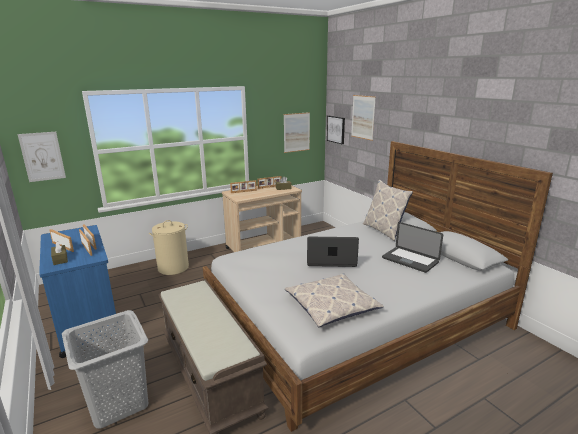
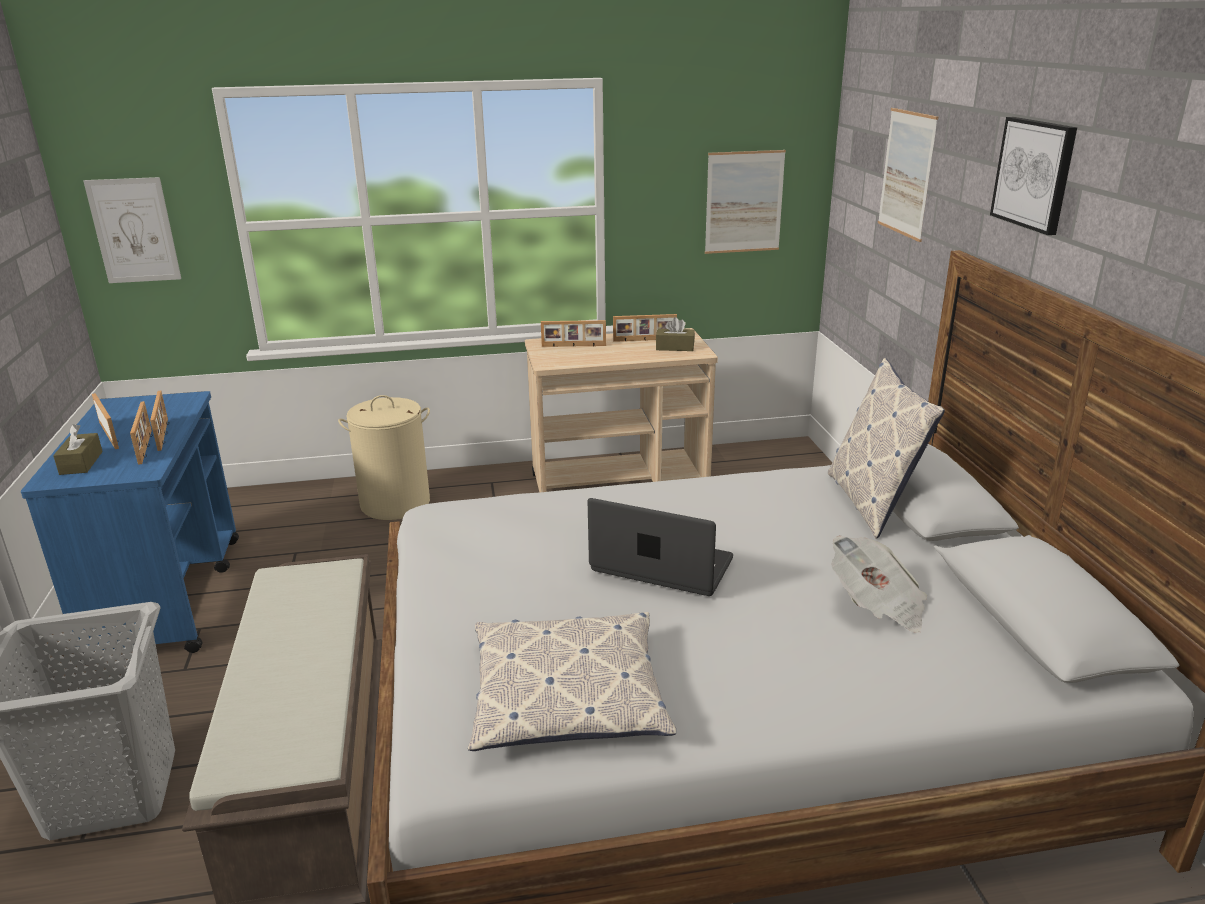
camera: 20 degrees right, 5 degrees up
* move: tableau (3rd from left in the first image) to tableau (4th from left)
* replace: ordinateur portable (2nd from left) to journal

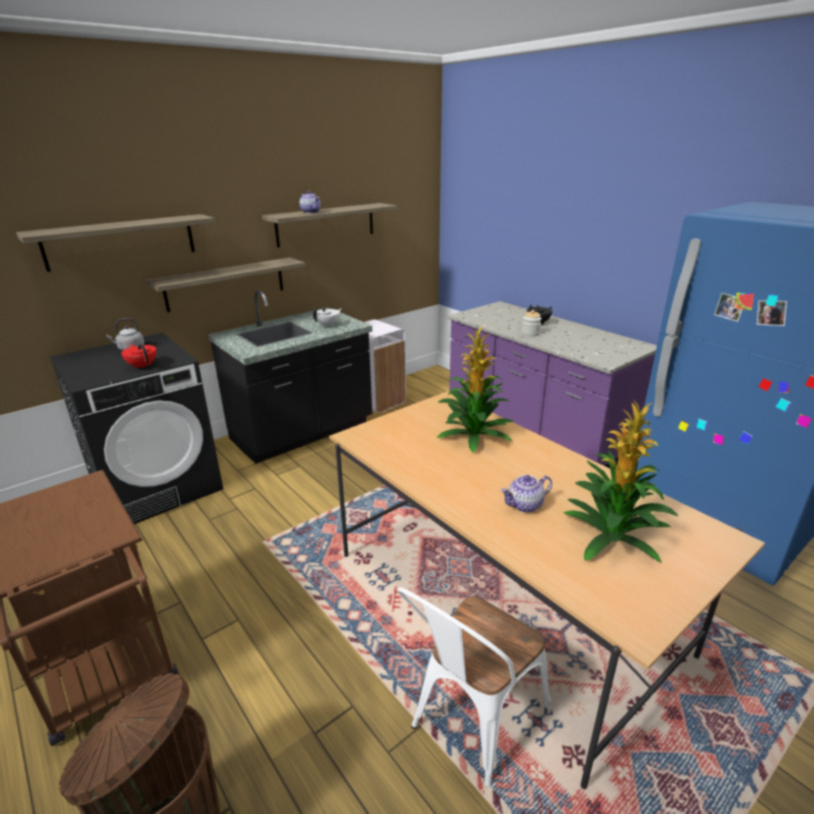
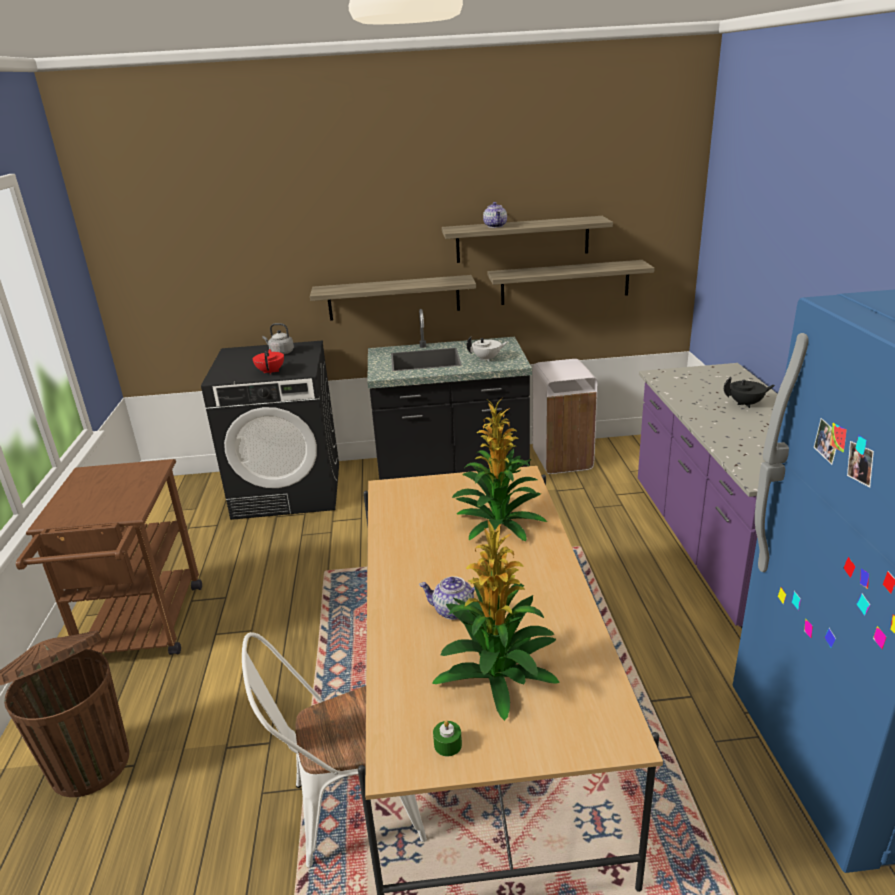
camera: 35 degrees right, 0 degrees up
* move: étagère (1st from left in the first image) to étagère (3rd from left)
* delete: bocal
* insert: bougie/vert

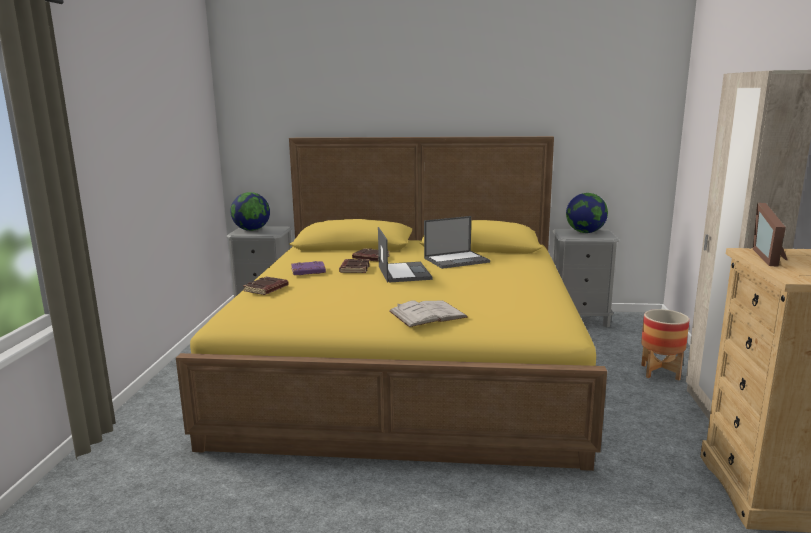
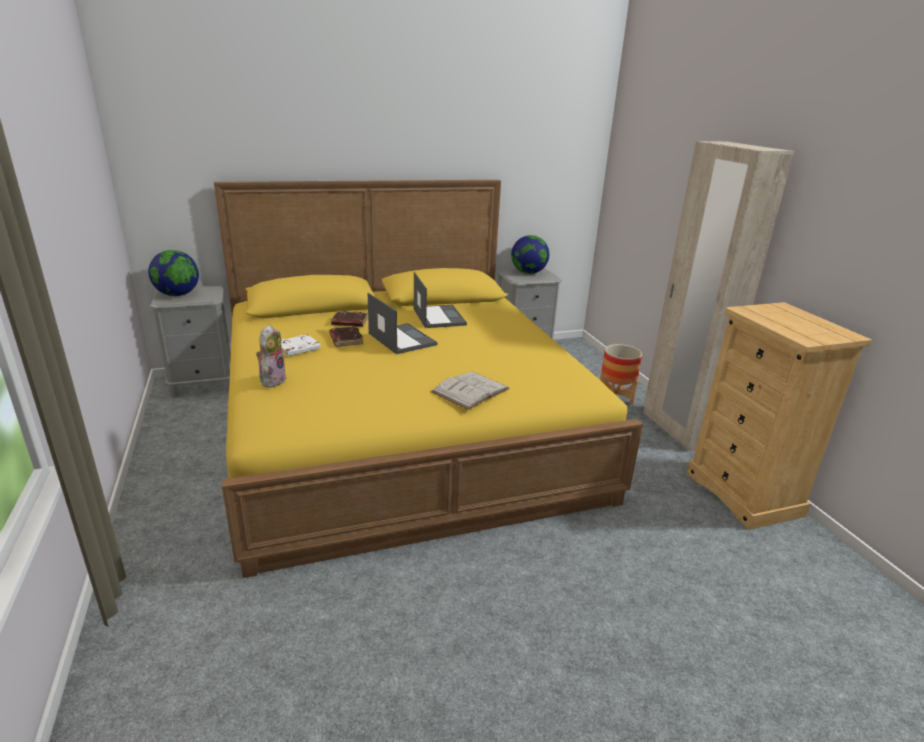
camera: 25 degrees left, 10 degrees up
* replace: livre/marron (1st from left) to peluche
* recolor: livre/violet to livre/blanc (1st from left)
* rotate: ordinateur portable (2nd from left) 60 degrees counterclockwise
* delete: cadre photo

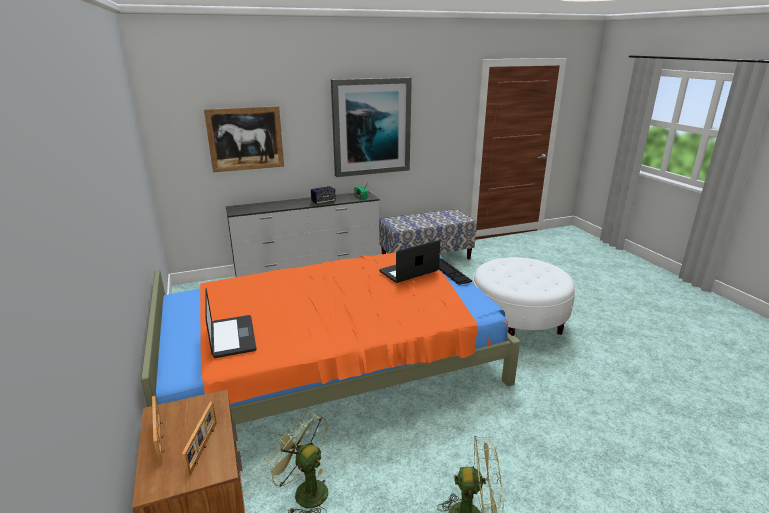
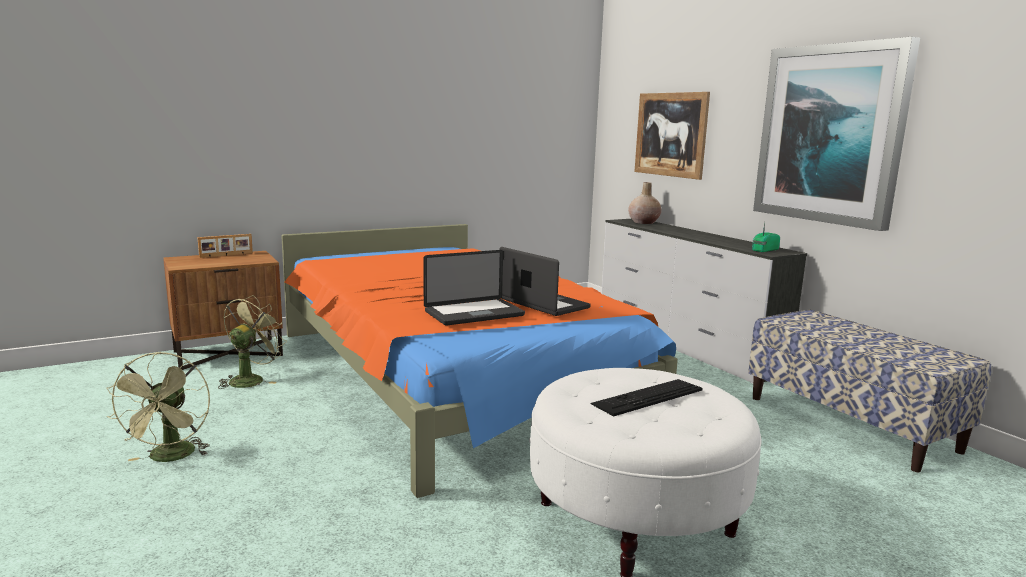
camera: 80 degrees right, 10 degrees down
* delete: cadre photo (2nd from left)
* move: ordinateur portable (1st from left)
* delete: enceinte
* move: clavier
* insert: vase/beige

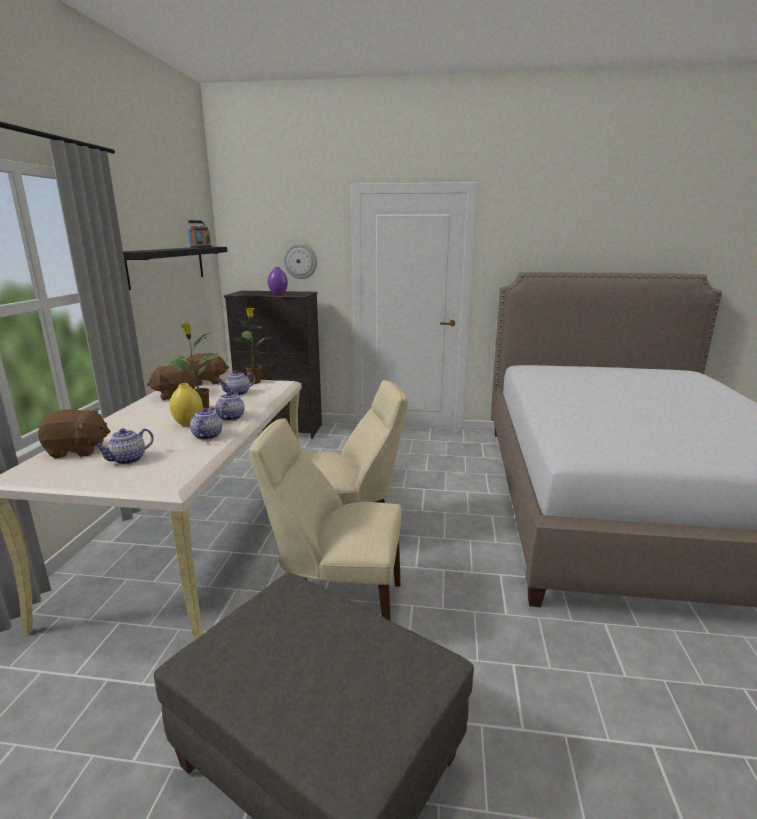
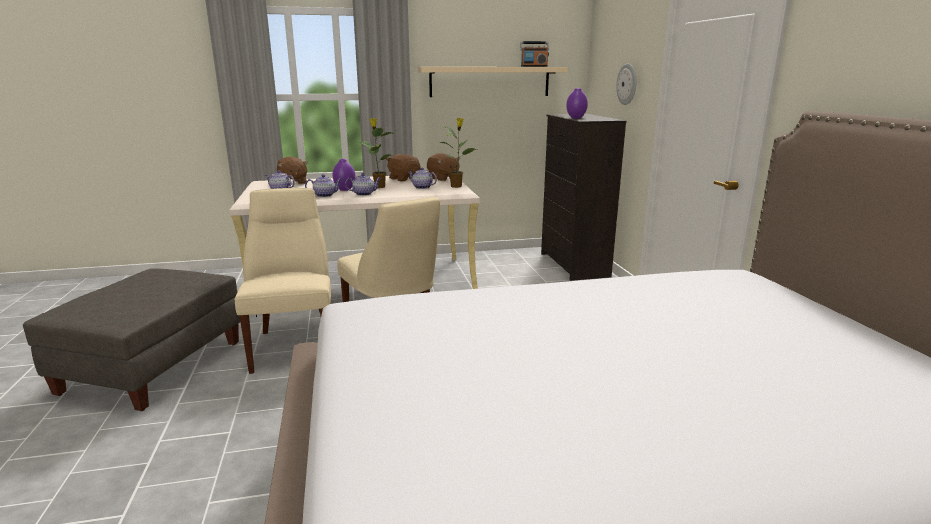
camera: 70 degrees right, 0 degrees up
* recolor: étagère/noir to étagère/beige
* recolor: vase/jaune to vase/violet (1st from left)

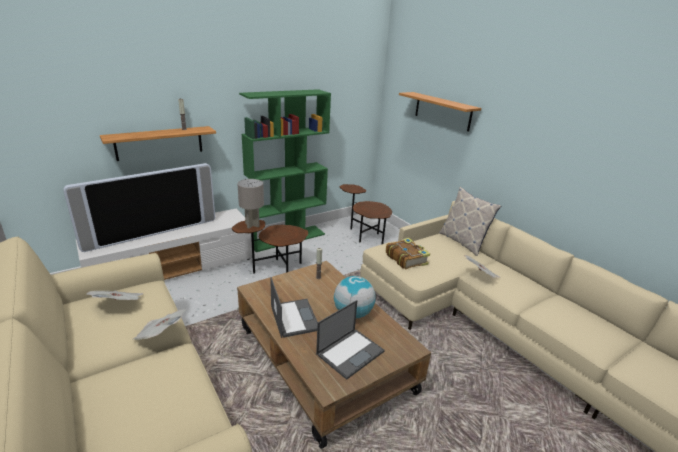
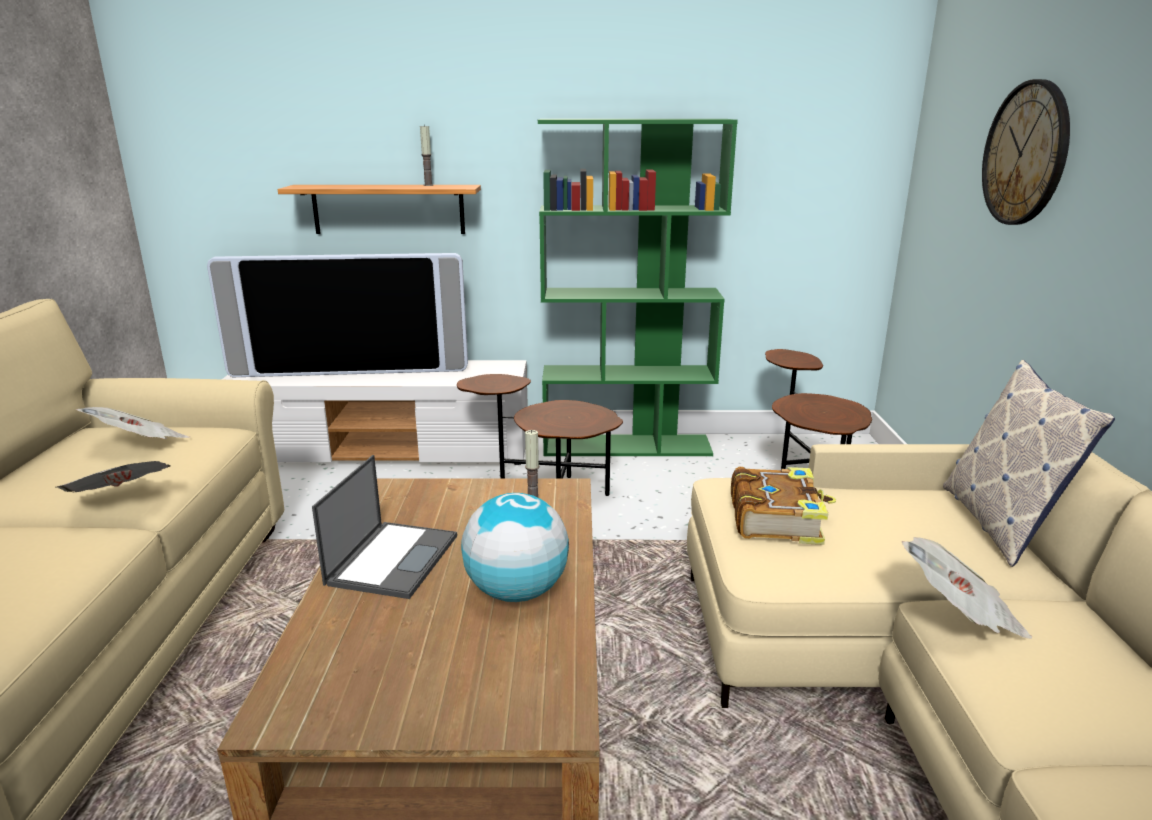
camera: 35 degrees right, 5 degrees down
* delete: lampe de table/gris
* delete: ordinateur portable (2nd from left)
* replace: étagère (2nd from left) to horloge murale

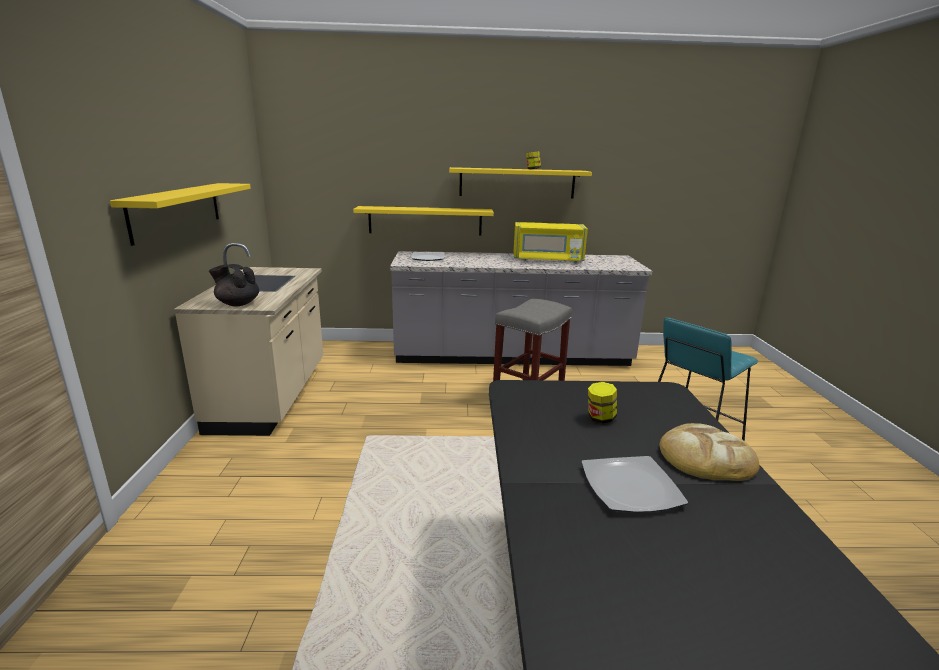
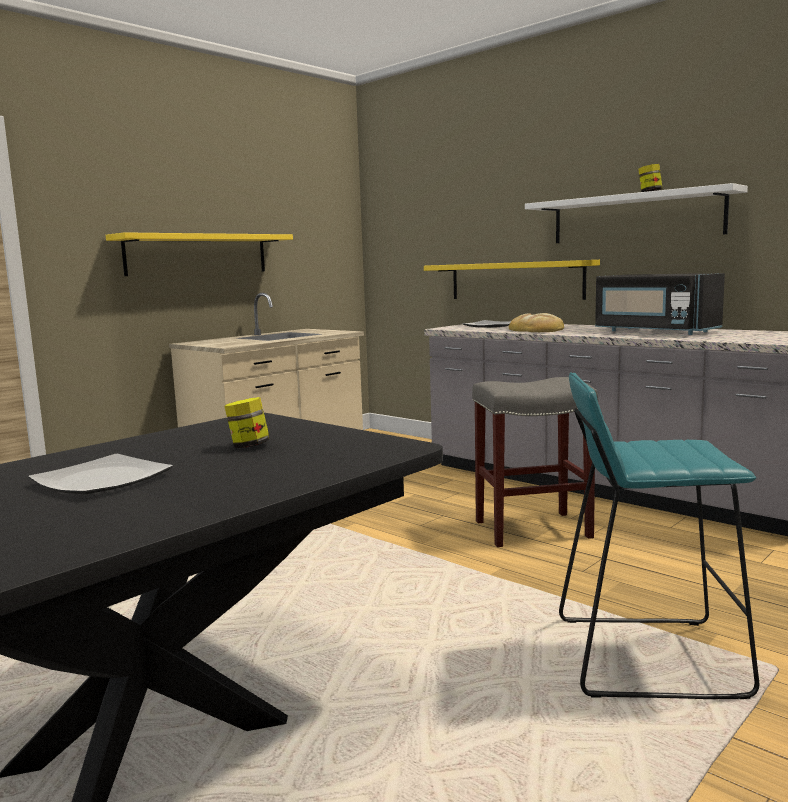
camera: 45 degrees right, 10 degrees down
* delete: théière/noir
* recolor: étagère/jaune (3rd from left) to étagère/blanc
* recolor: micro-ondes/jaune to micro-ondes/noir
* move: pain

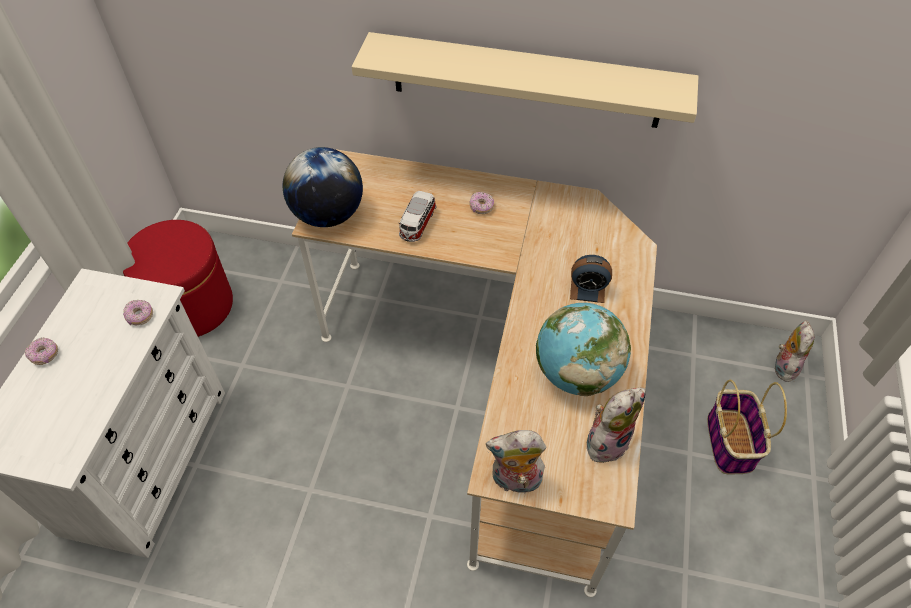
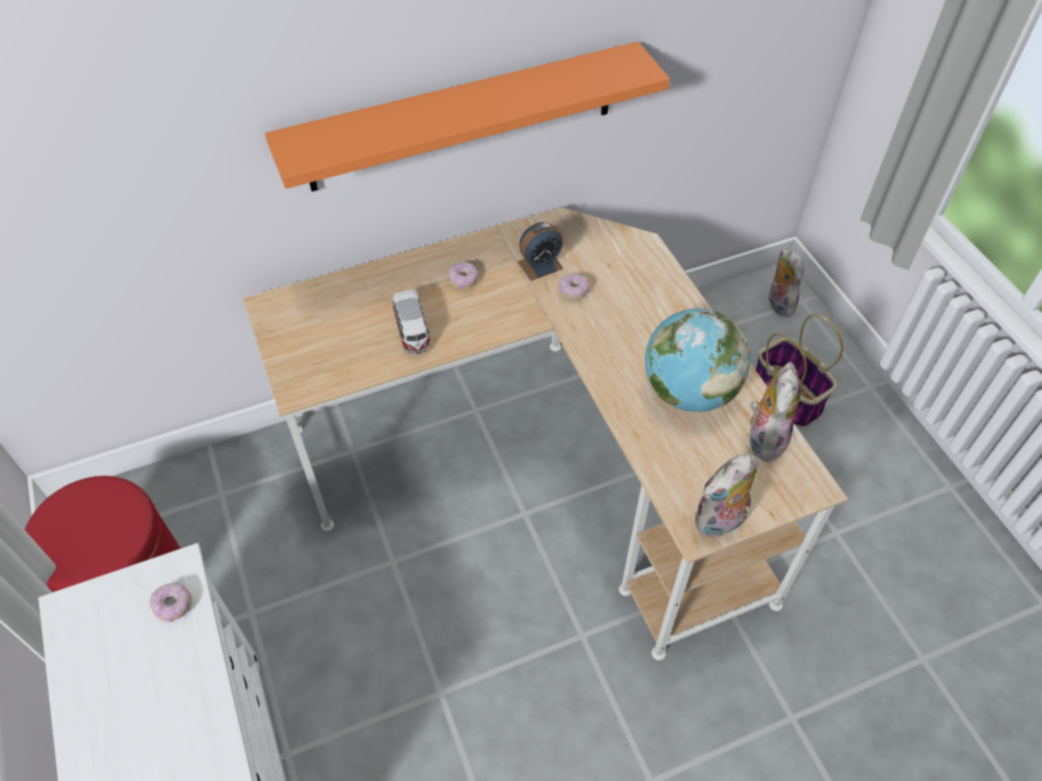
camera: 35 degrees left, 0 degrees up
* move: beignet (1st from left in the first image) to beignet (3rd from left)
* delete: globe (1st from left)
* recolor: étagère/beige to étagère/orange
* move: réveil

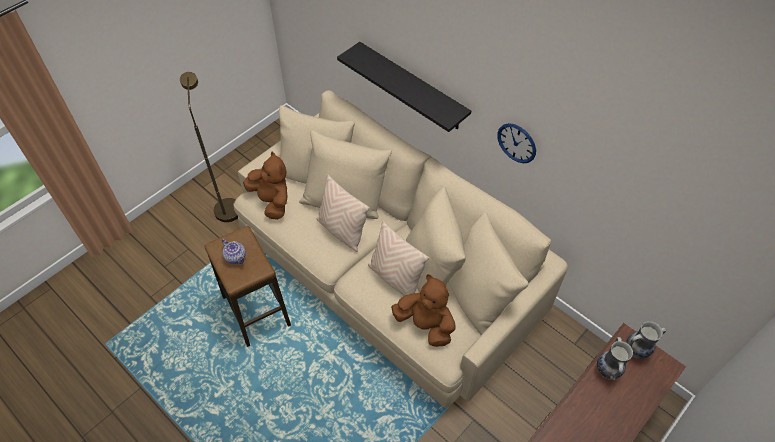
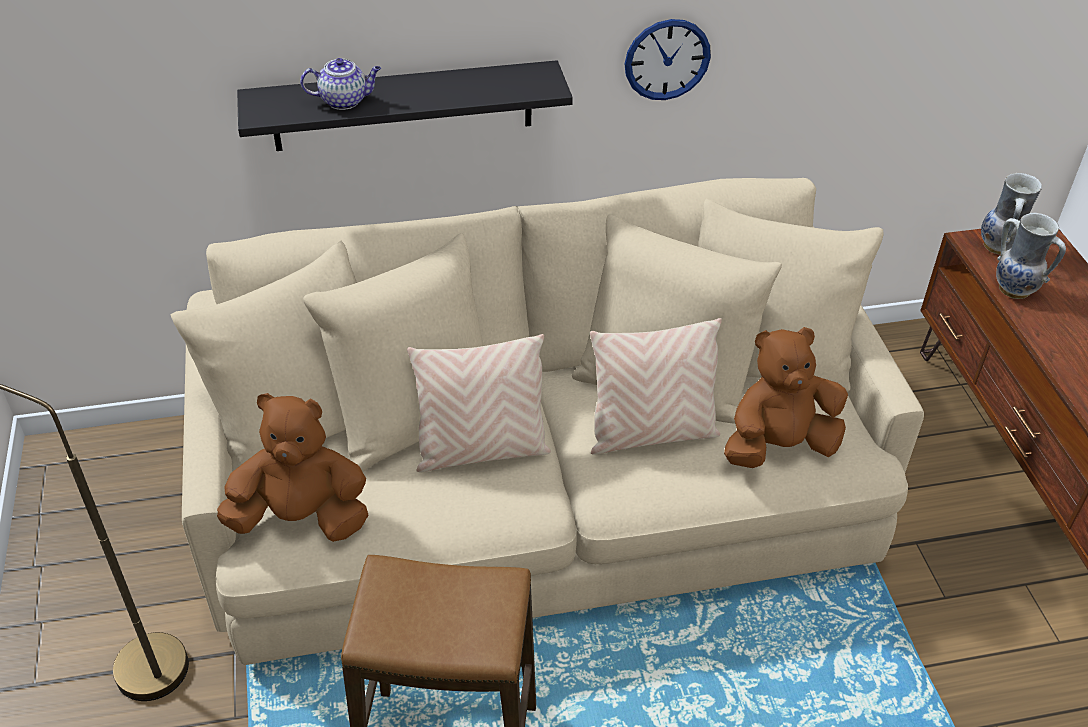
camera: 55 degrees left, 10 degrees down
* move: théière

